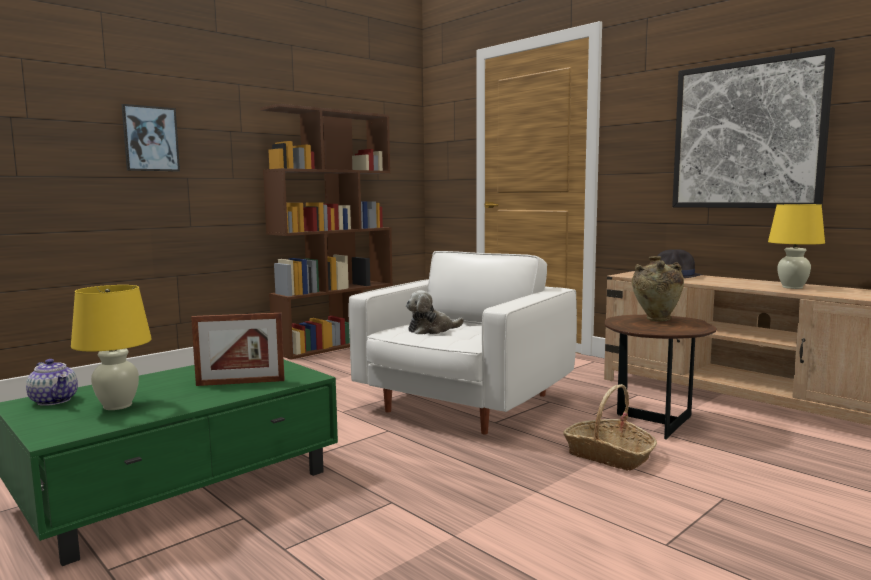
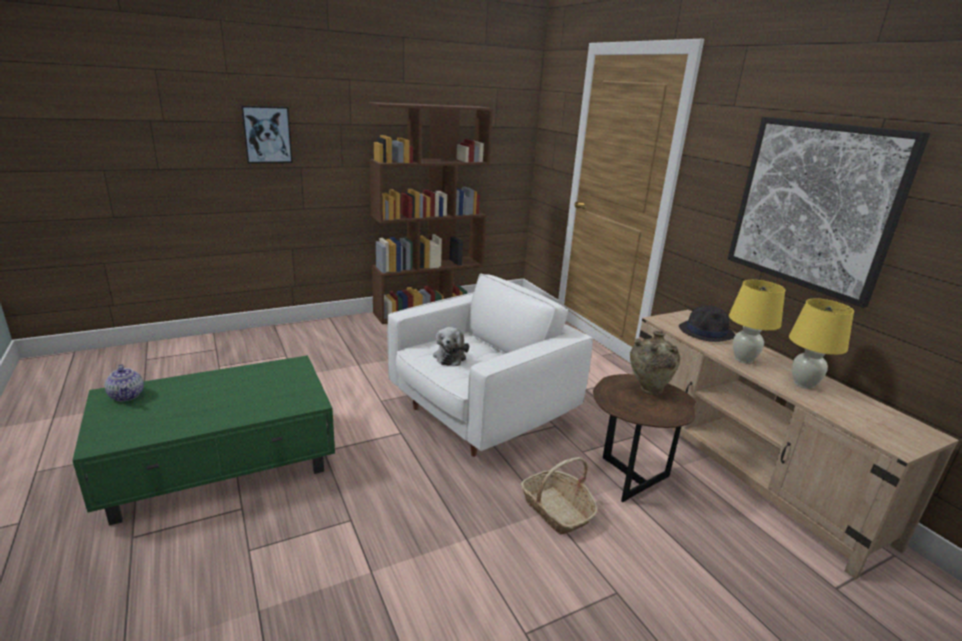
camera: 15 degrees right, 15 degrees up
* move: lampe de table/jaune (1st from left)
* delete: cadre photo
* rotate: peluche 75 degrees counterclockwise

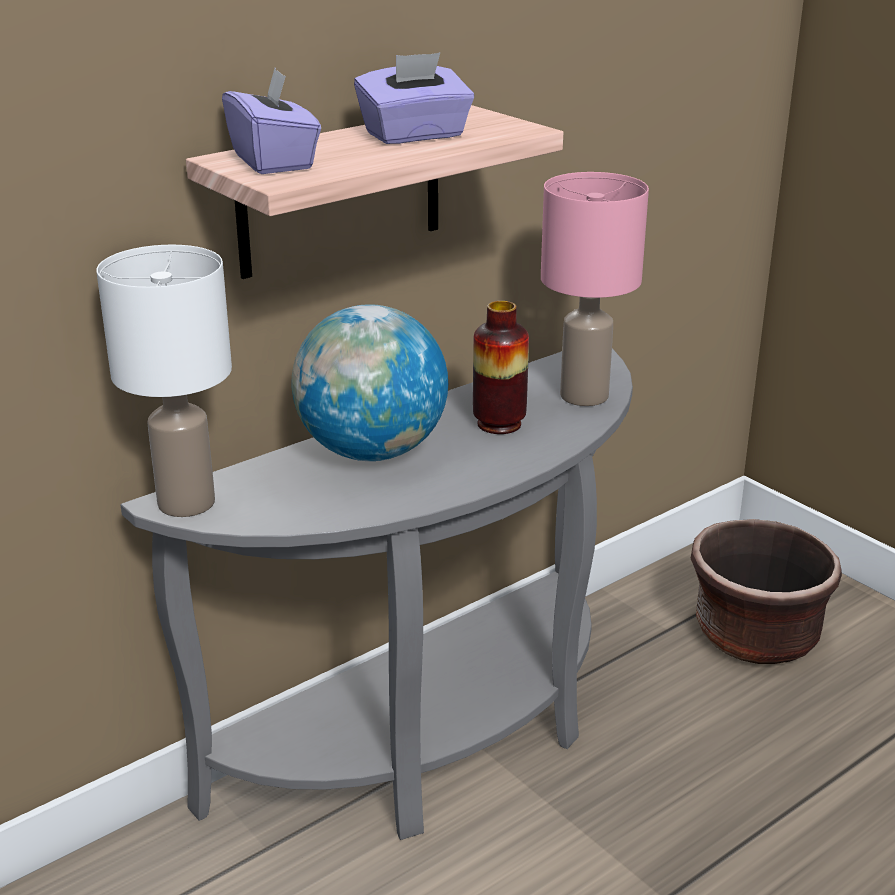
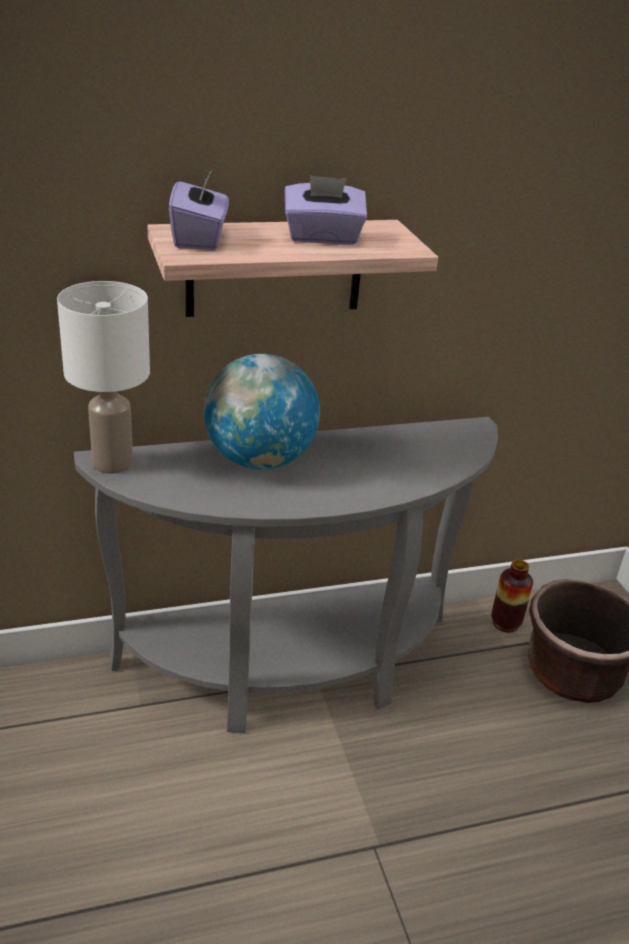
camera: 20 degrees right, 5 degrees up
* move: vase
* delete: lampe de table/rose

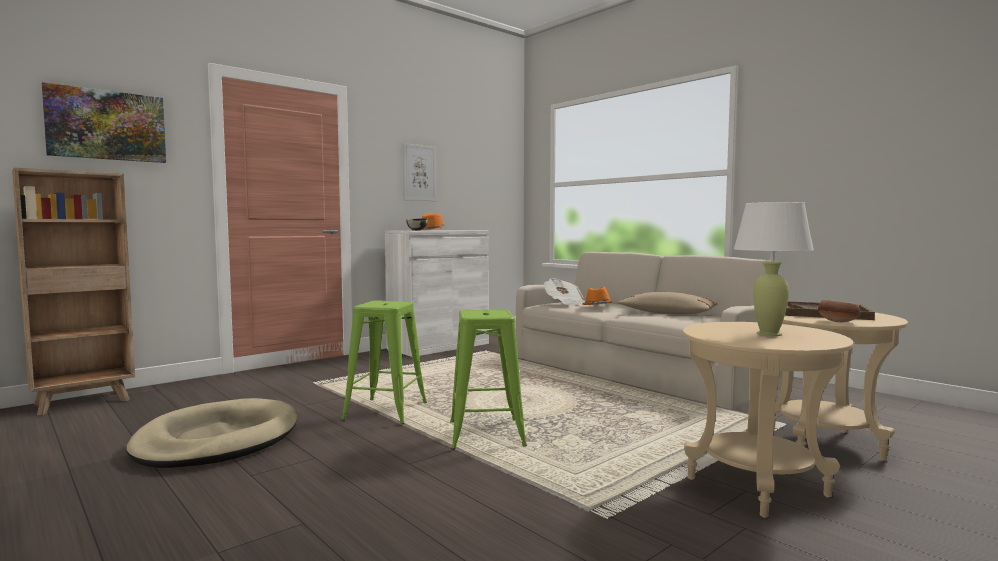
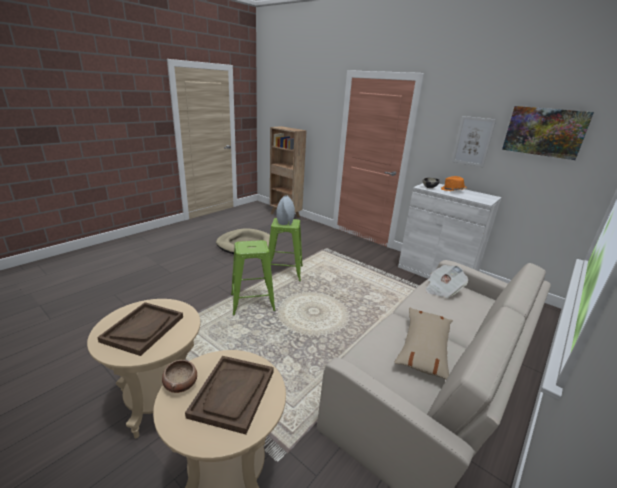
camera: 80 degrees right, 20 degrees up
* move: tableau (1st from left in the first image) to tableau (2nd from left)
* delete: chapeau/orange (2nd from left)
* replace: lampe de table/blanc to plateau/marron (1st from left)
* insert: vase/gris

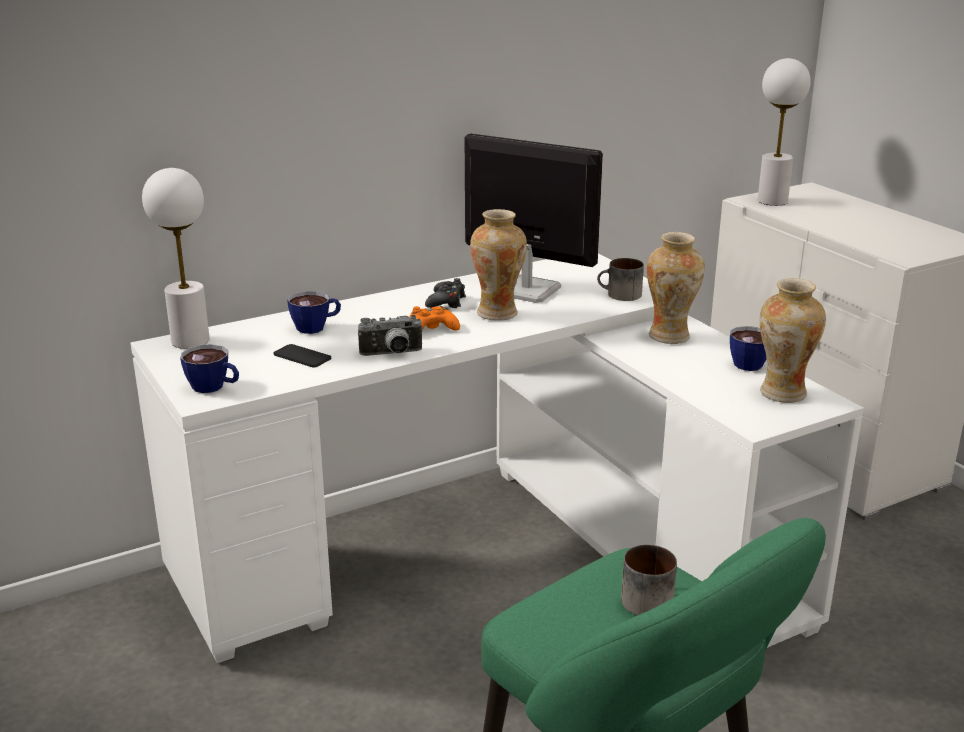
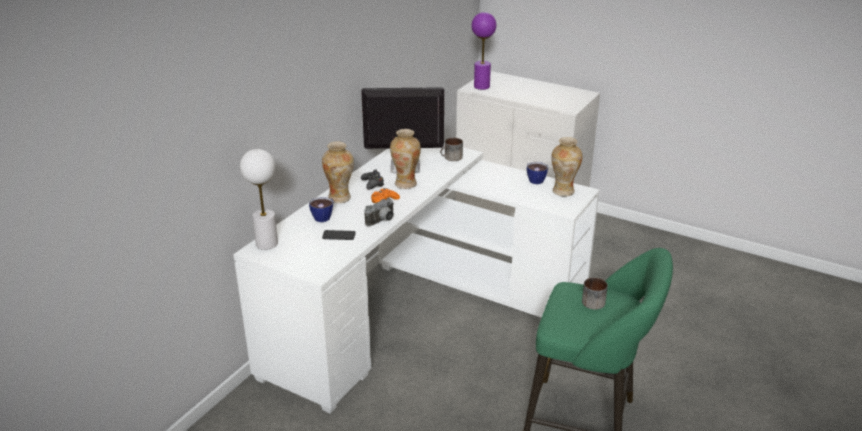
camera: 30 degrees left, 5 degrees up
* delete: tasse (1st from left)
* move: vase (2nd from left in the first image) to vase (1st from left)
* recolor: lampe de table/blanc (2nd from left) to lampe de table/violet

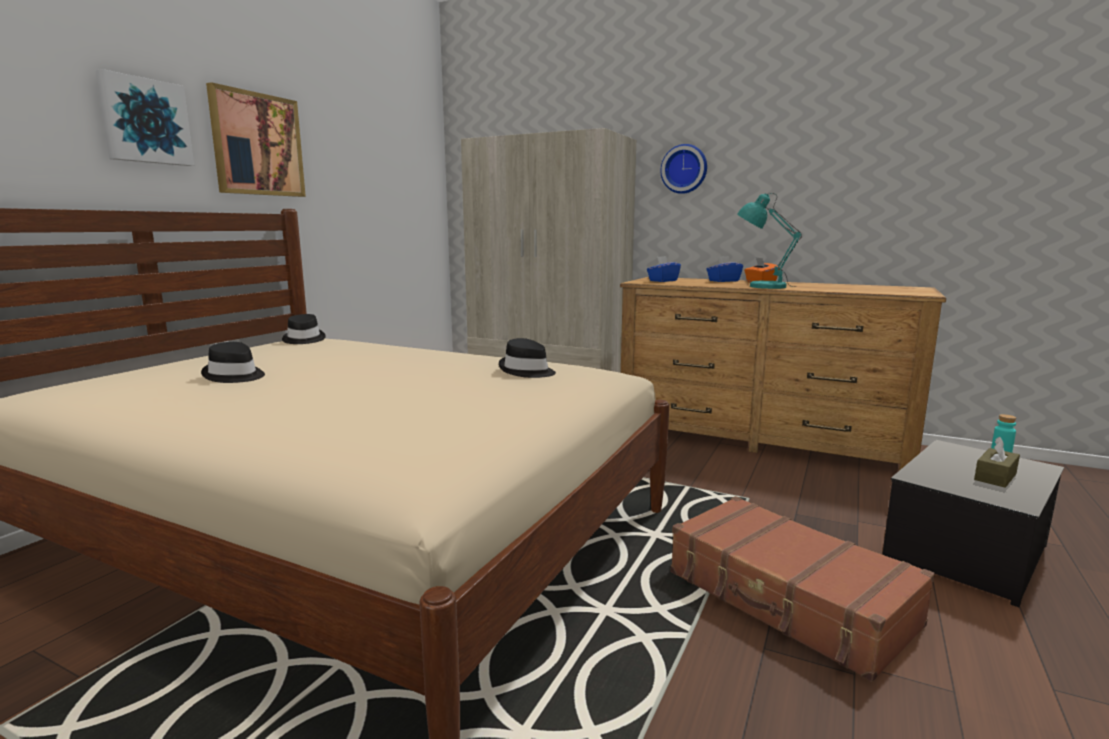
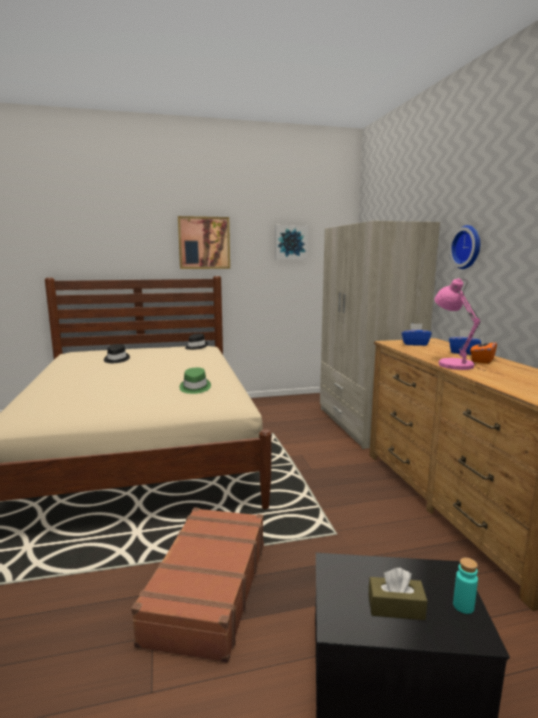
camera: 50 degrees right, 0 degrees up
* move: tableau (1st from left in the first image) to tableau (2nd from left)
* recolor: chapeau/noir (3rd from left) to chapeau/vert
* recolor: lampe de table/turquoise to lampe de table/rose

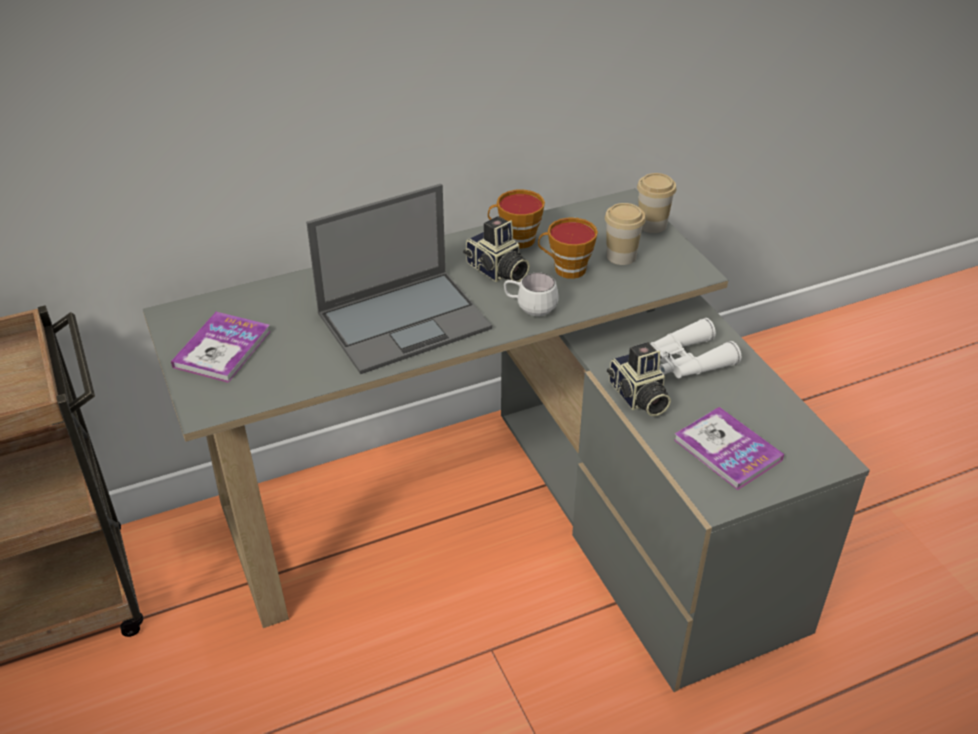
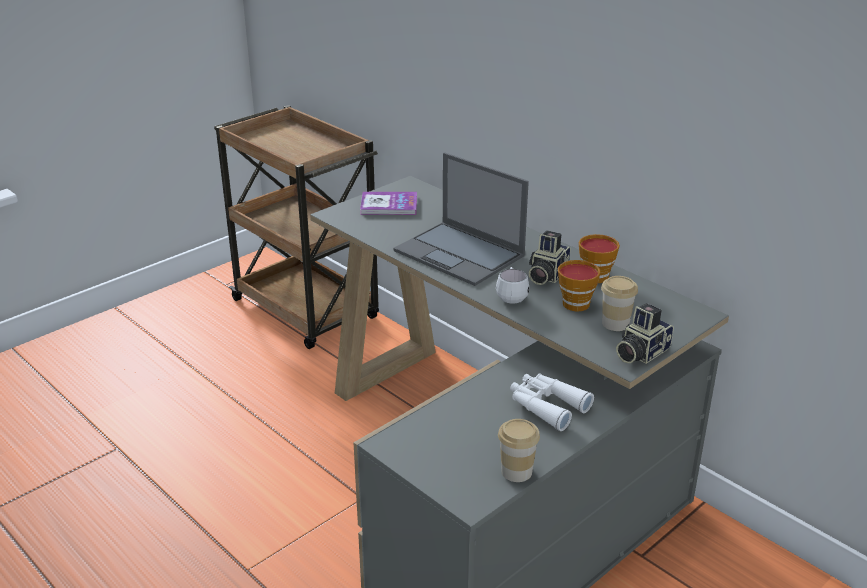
camera: 70 degrees right, 10 degrees down
* move: appareil photo (2nd from left)
* move: tasse (4th from left in the first image) to tasse (1st from left)
* delete: livre (2nd from left)

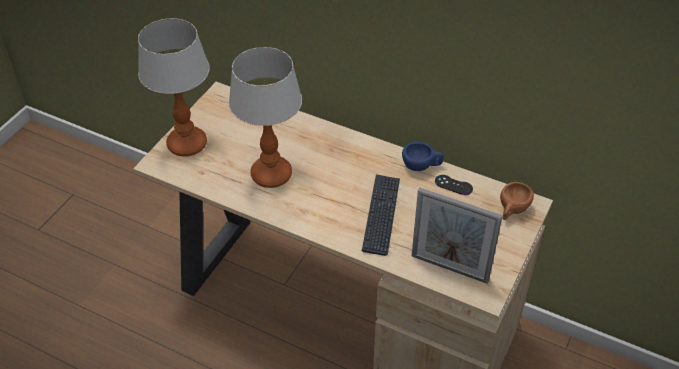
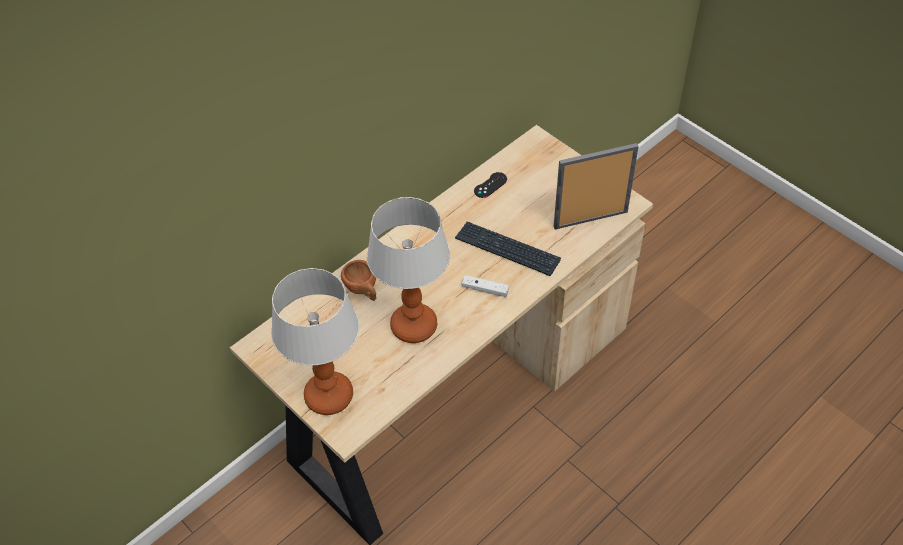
camera: 70 degrees left, 5 degrees up
* delete: tasse/bleu
* rotate: cadre photo 150 degrees counterclockwise
* move: tasse/marron
* insert: manette/blanc

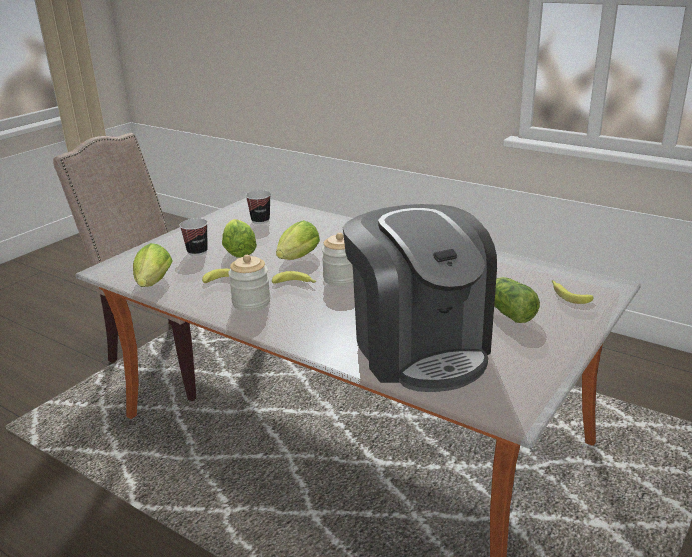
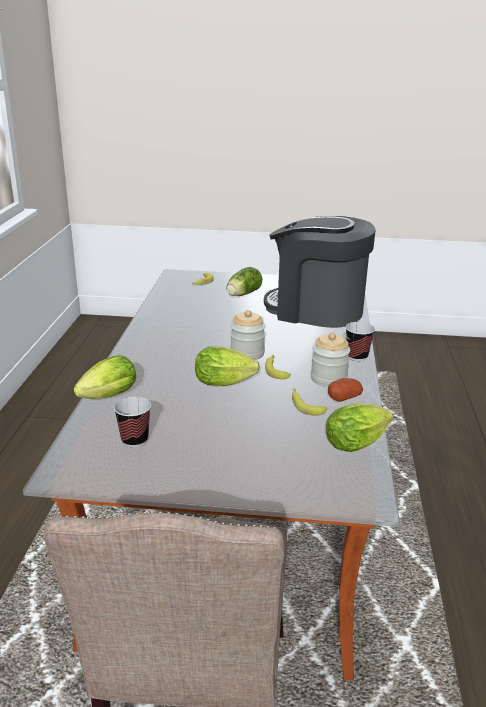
camera: 120 degrees left, 0 degrees up
* move: tasse (1st from left in the first image) to tasse (2nd from left)
* move: laitue (2nd from left in the first image) to laitue (1st from left)
* rotate: machine à café 105 degrees counterclockwise
* insert: pomme de terre

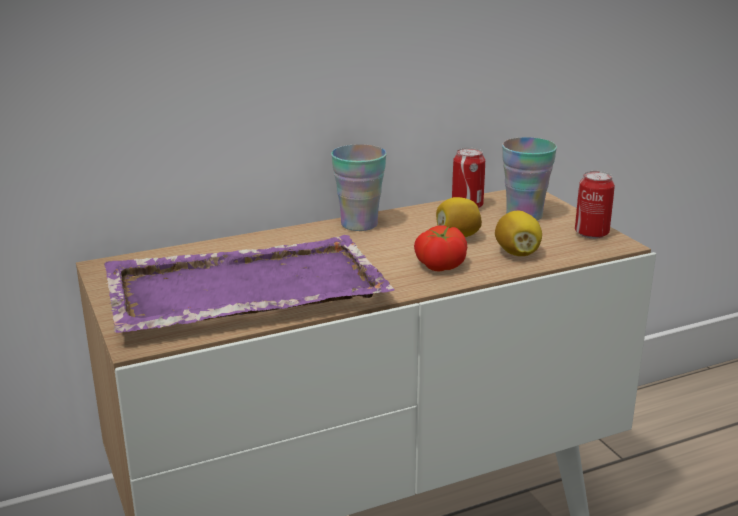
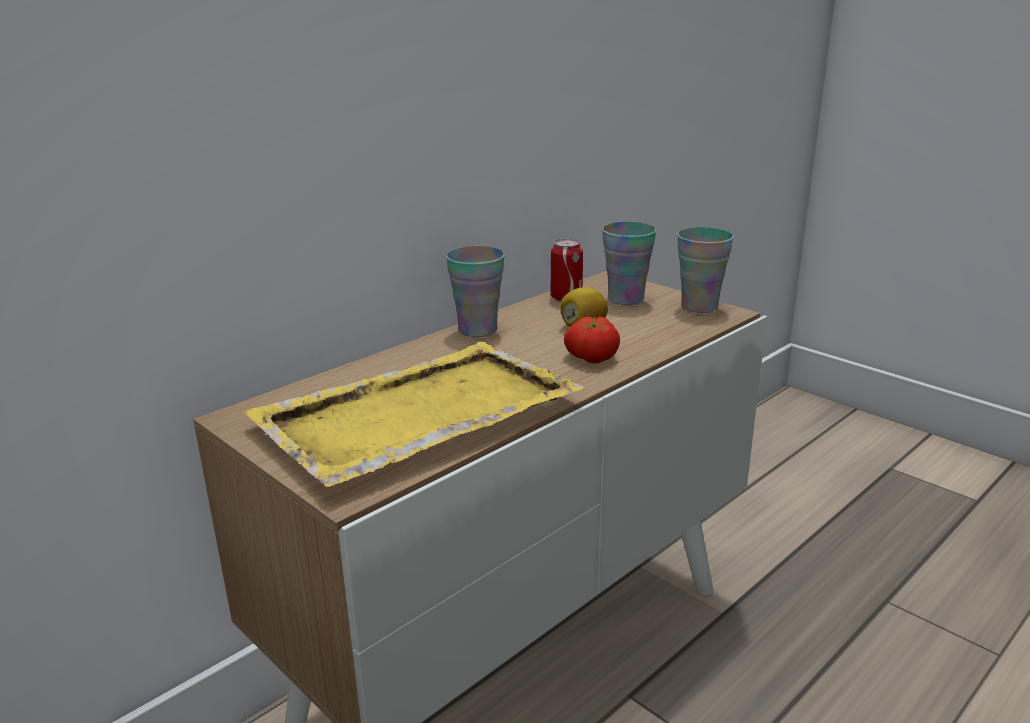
camera: 20 degrees left, 0 degrees up
* recolor: plateau/violet to plateau/jaune
* delete: citron (2nd from left)
* replace: boîte métallique (2nd from left) to tasse (3rd from left)

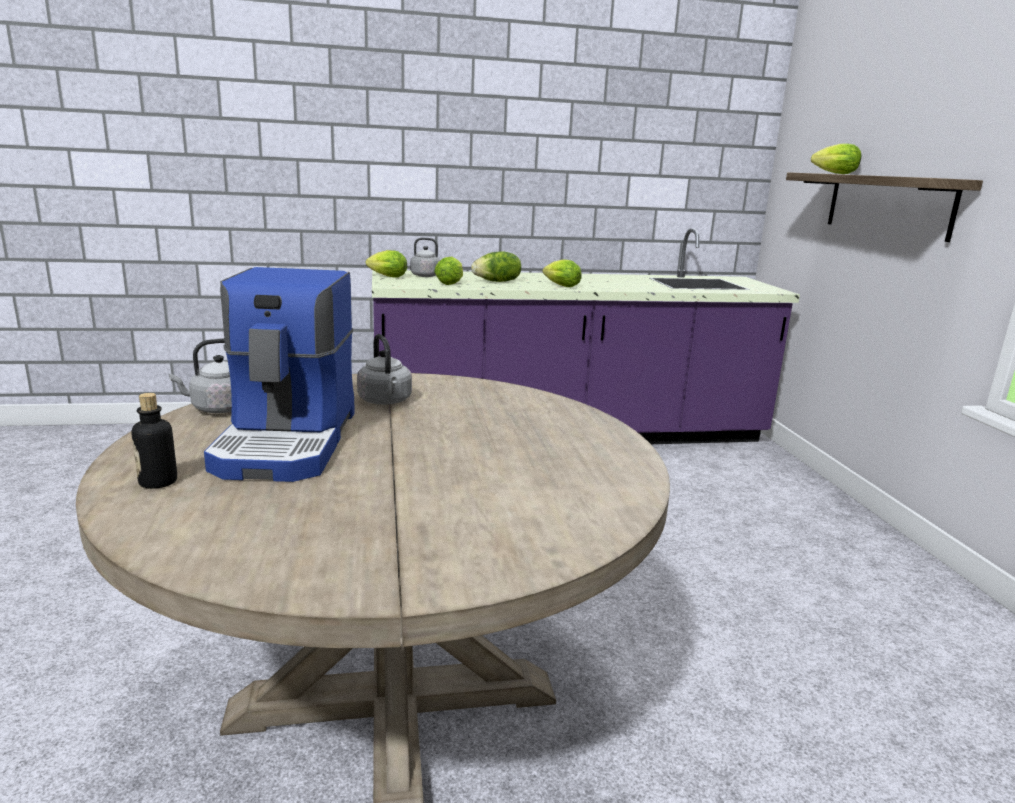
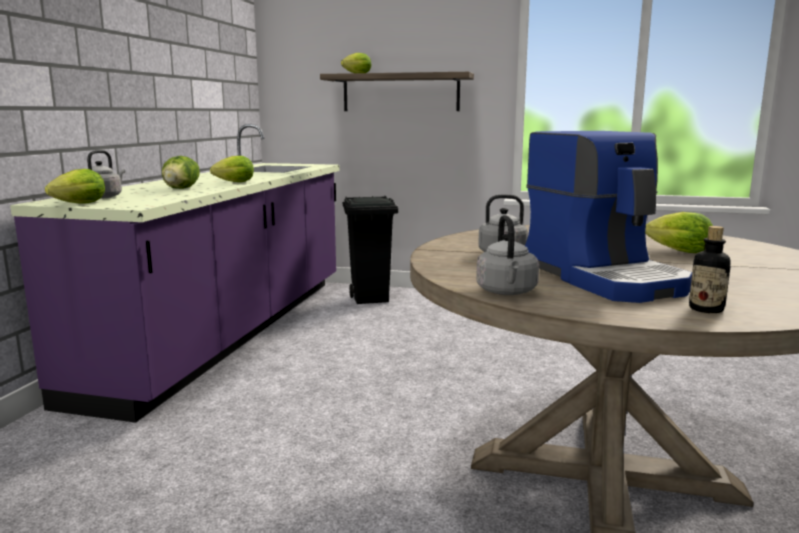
camera: 65 degrees left, 5 degrees down
* rotate: machine à café 45 degrees clockwise
* move: laitue (2nd from left in the first image) to laitue (5th from left)
* insert: poubelle/noir

